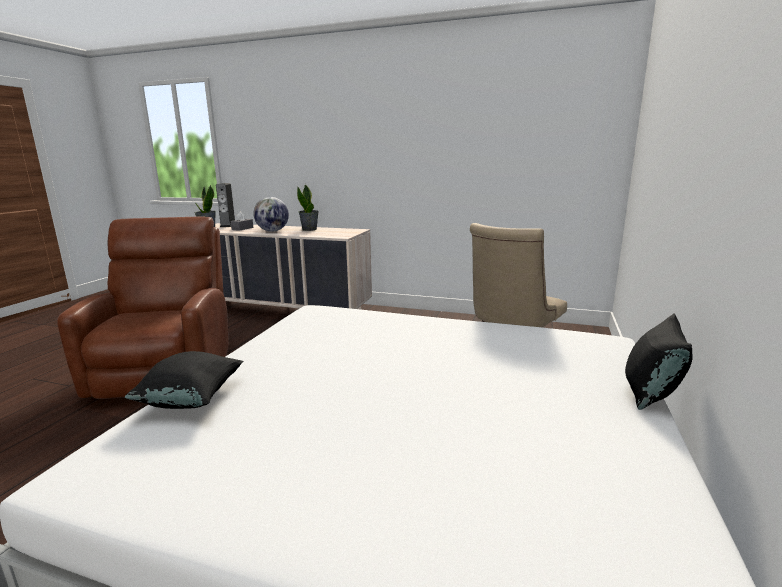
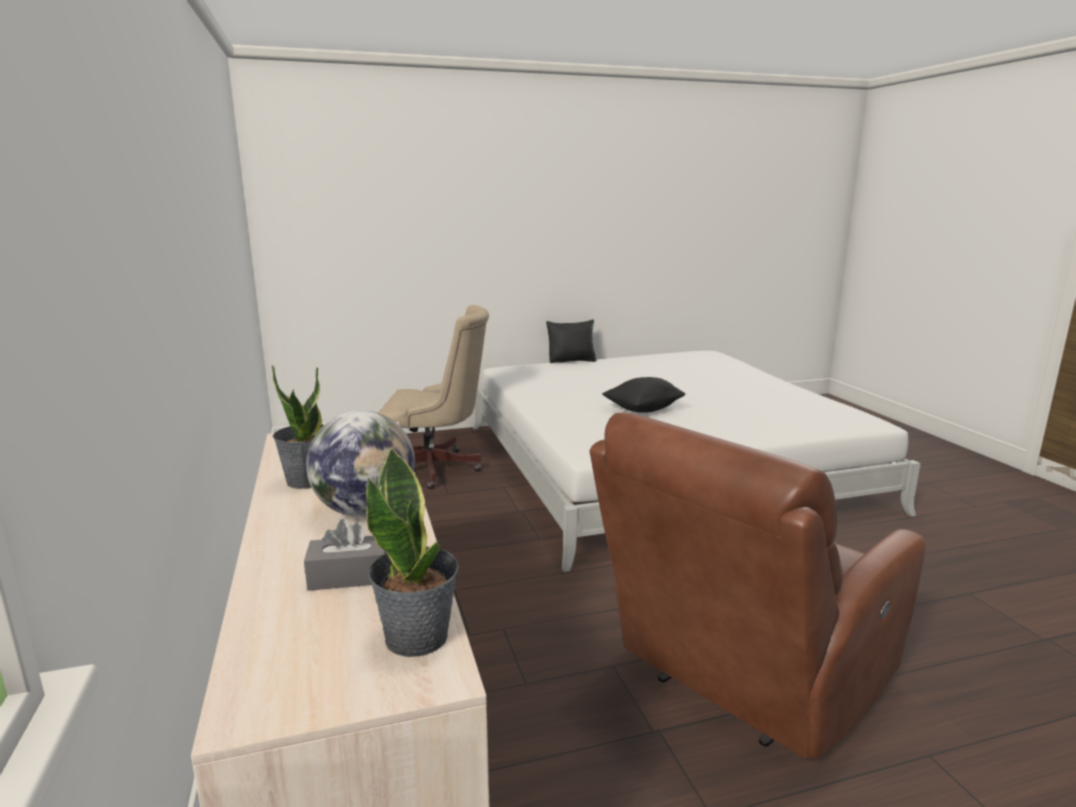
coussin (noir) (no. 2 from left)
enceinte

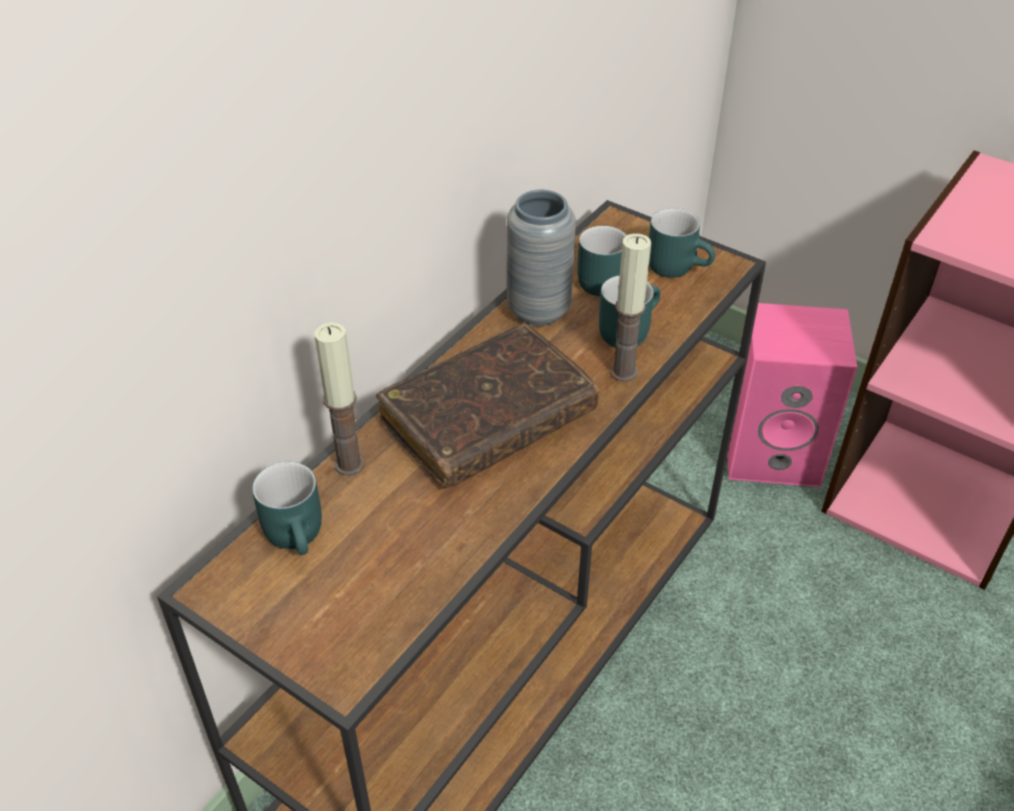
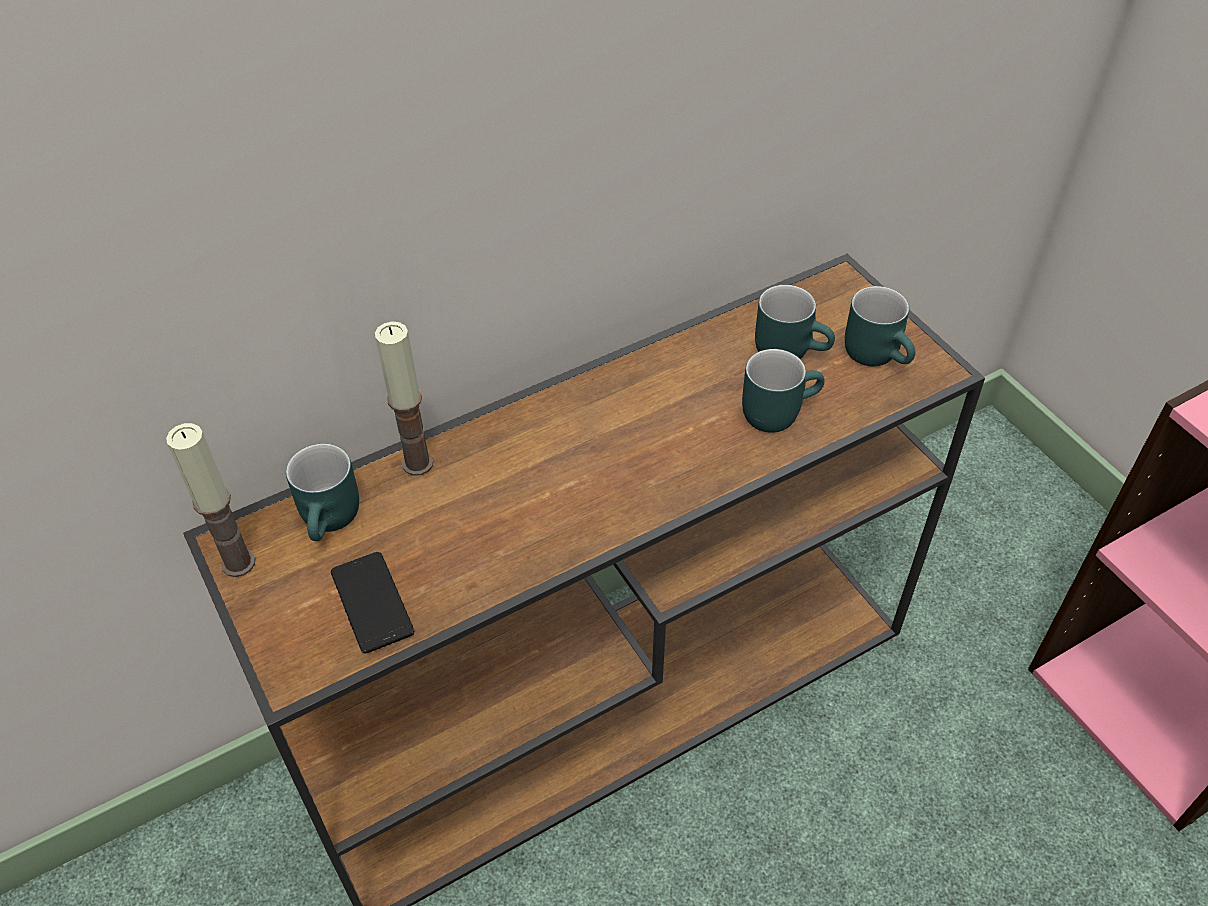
bougie (no. 1 from left)
téléphone
livre (marron)
vase (gris)
enceinte (rose)

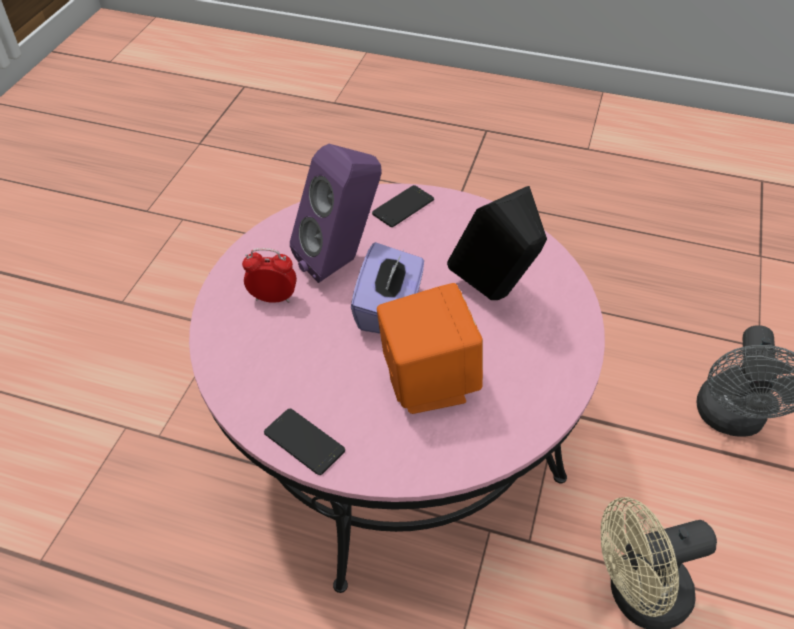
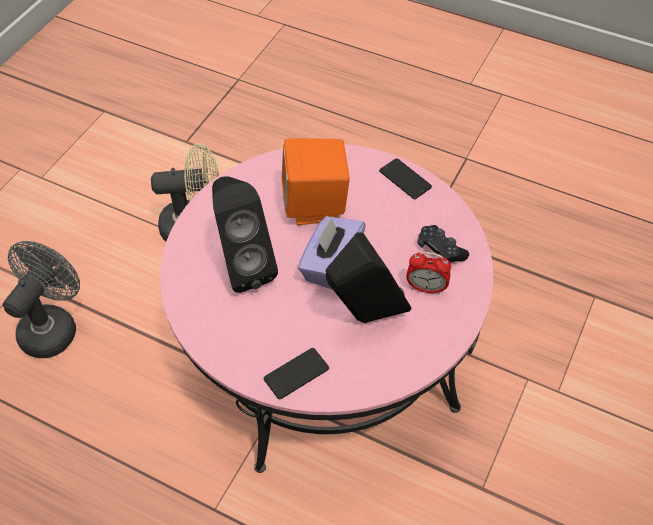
enceinte (noir) (no. 2 from left)
manette (noir)

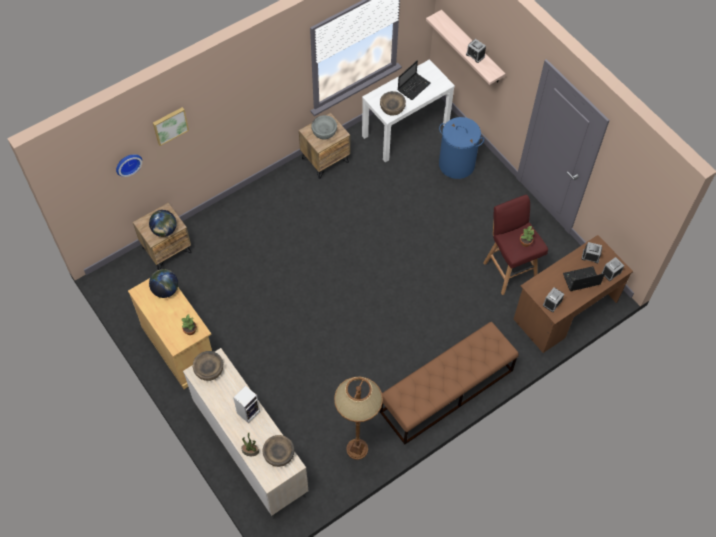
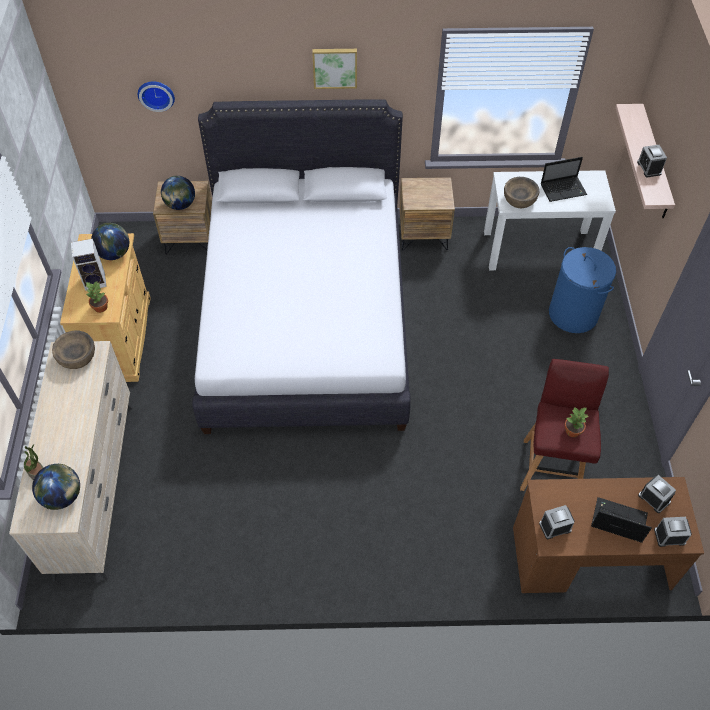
globe (no. 1 from left)
enceinte
lit (blanc)
tableau
bol (gris)
lampadaire (marron)
banc (marron)

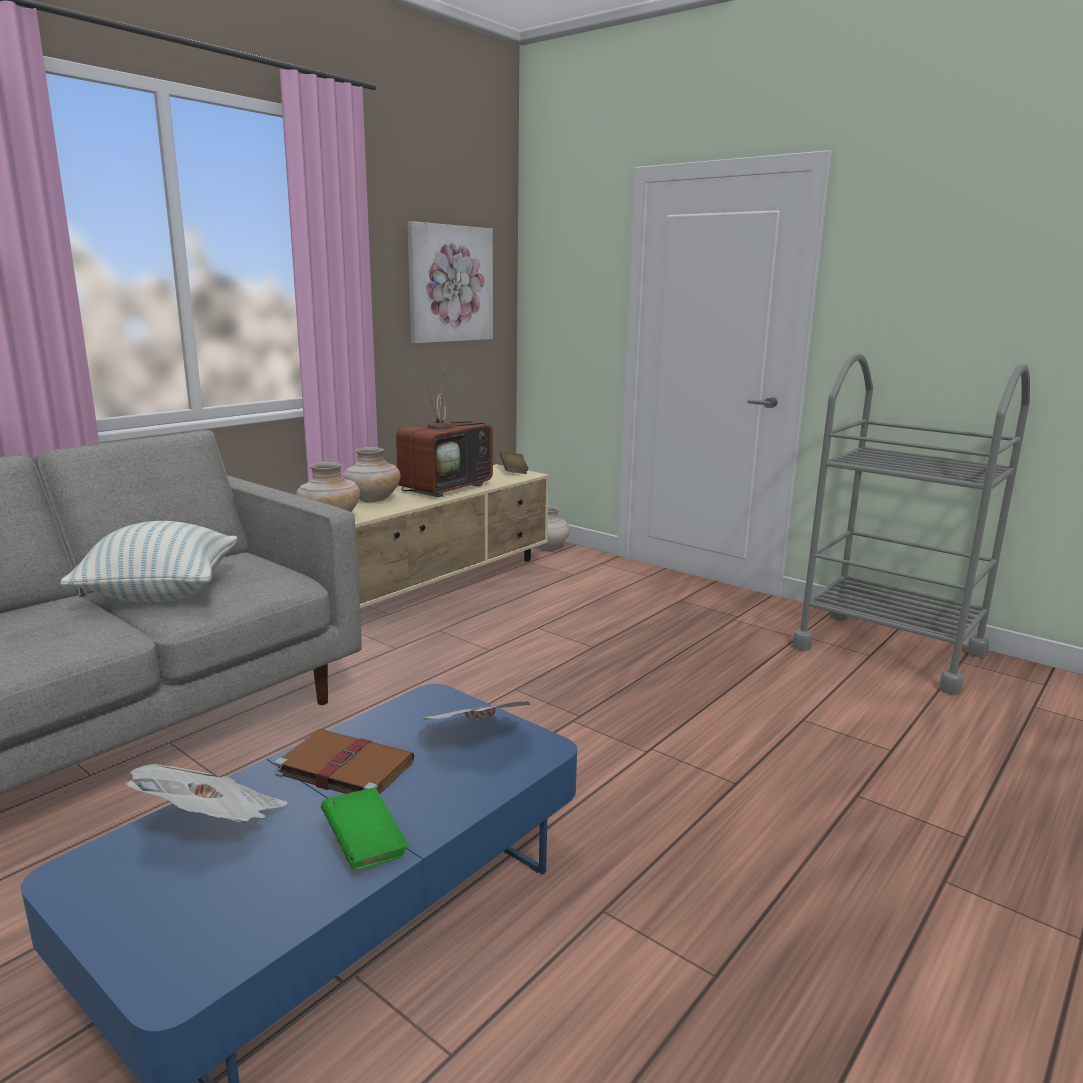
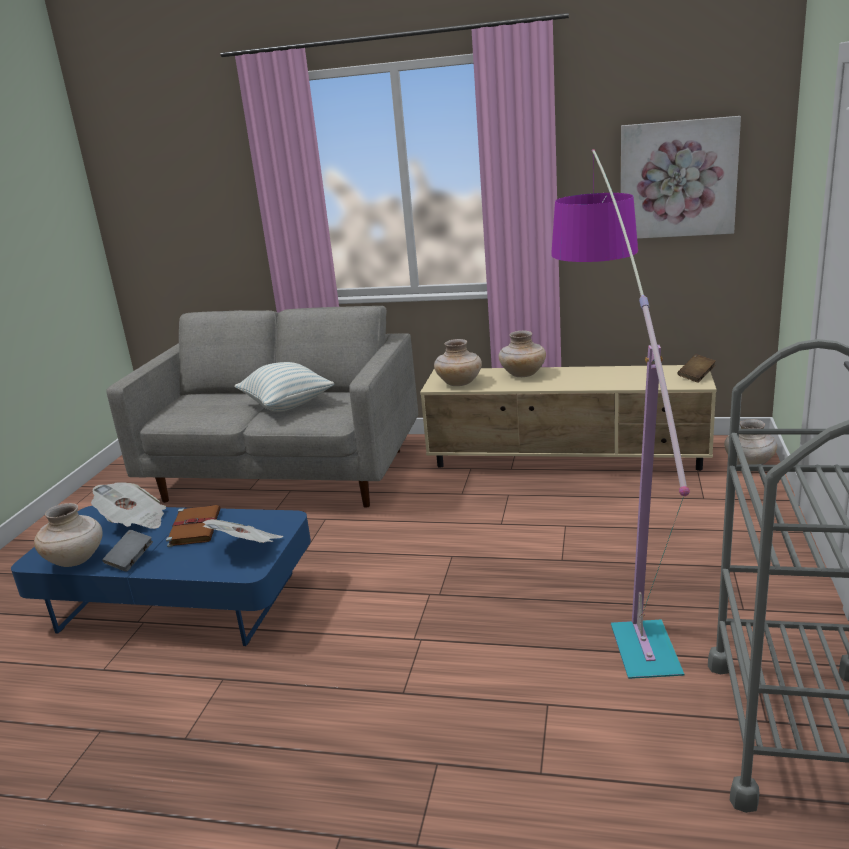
vase (beige) (no. 1 from left)
livre (gris)
lampadaire
téléviseur

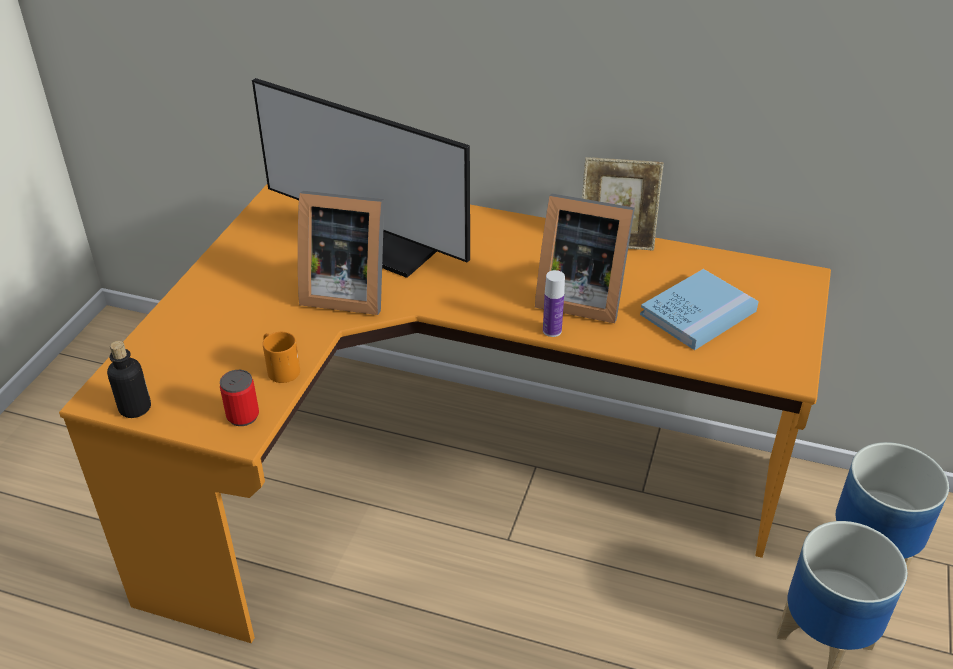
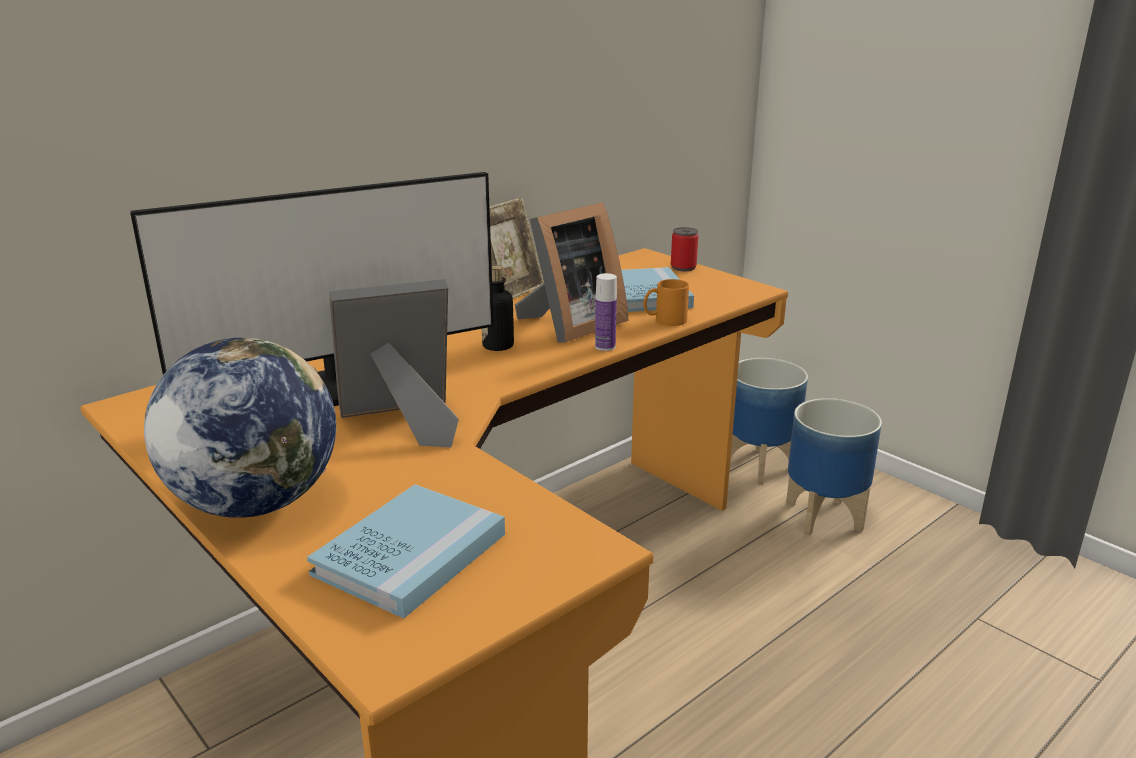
globe
livre (bleu) (no. 1 from left)
cadre photo (no. 1 from left)
bouteille (no. 1 from left)
mug (orange)
boîte métallique

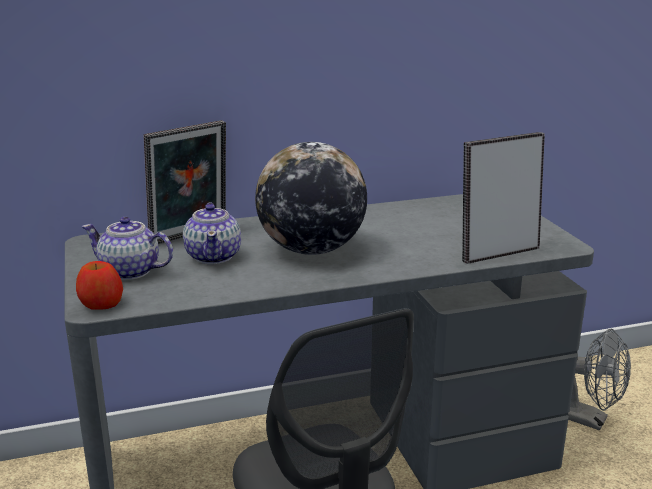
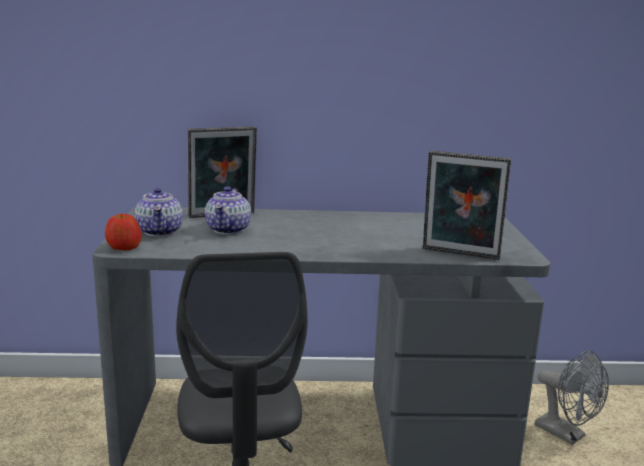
théière (no. 1 from left)
cadre photo (no. 2 from left)
globe

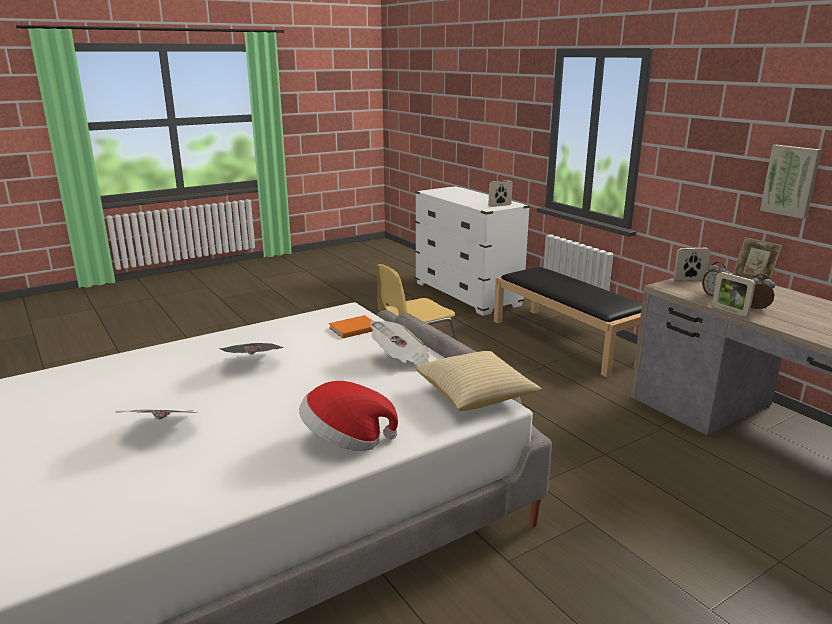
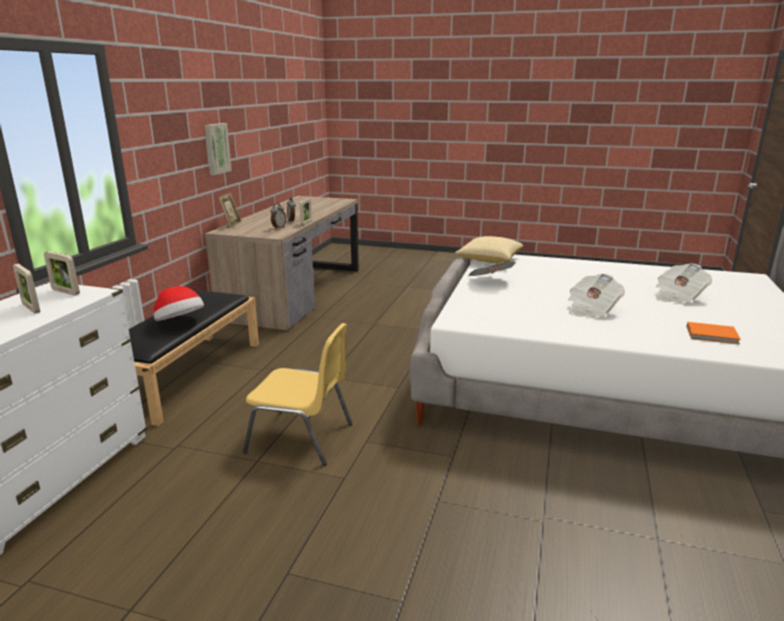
cadre photo (no. 1 from left)
chapeau
livre (orange)

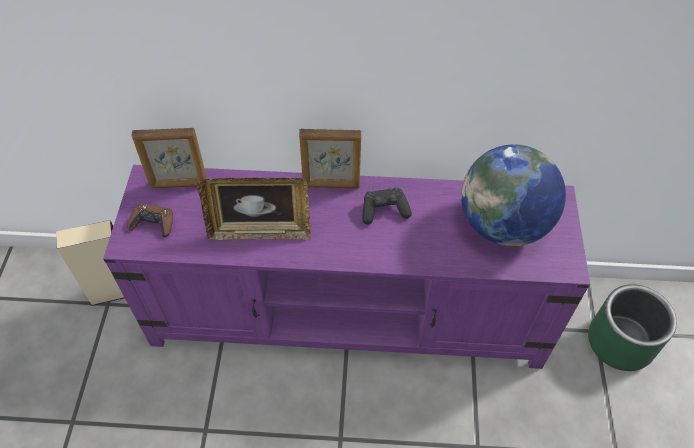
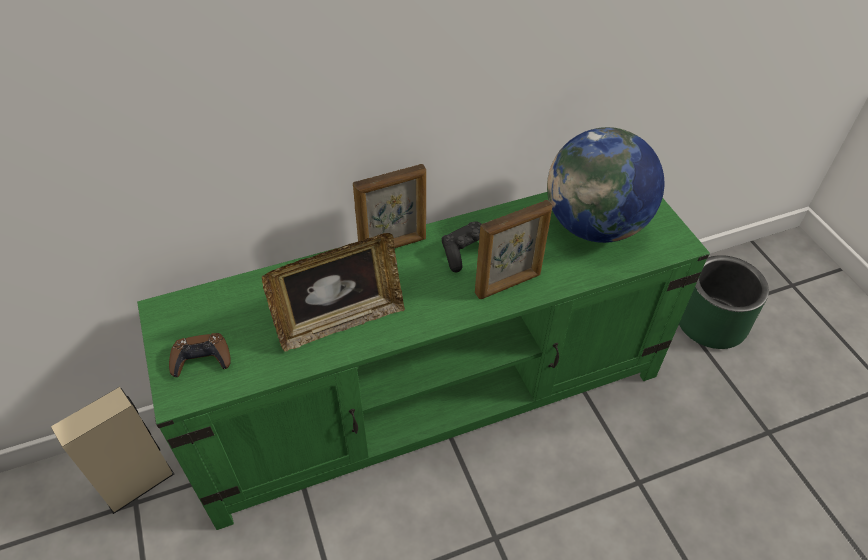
meuble télé (vert)
cadre photo (no. 3 from left)

